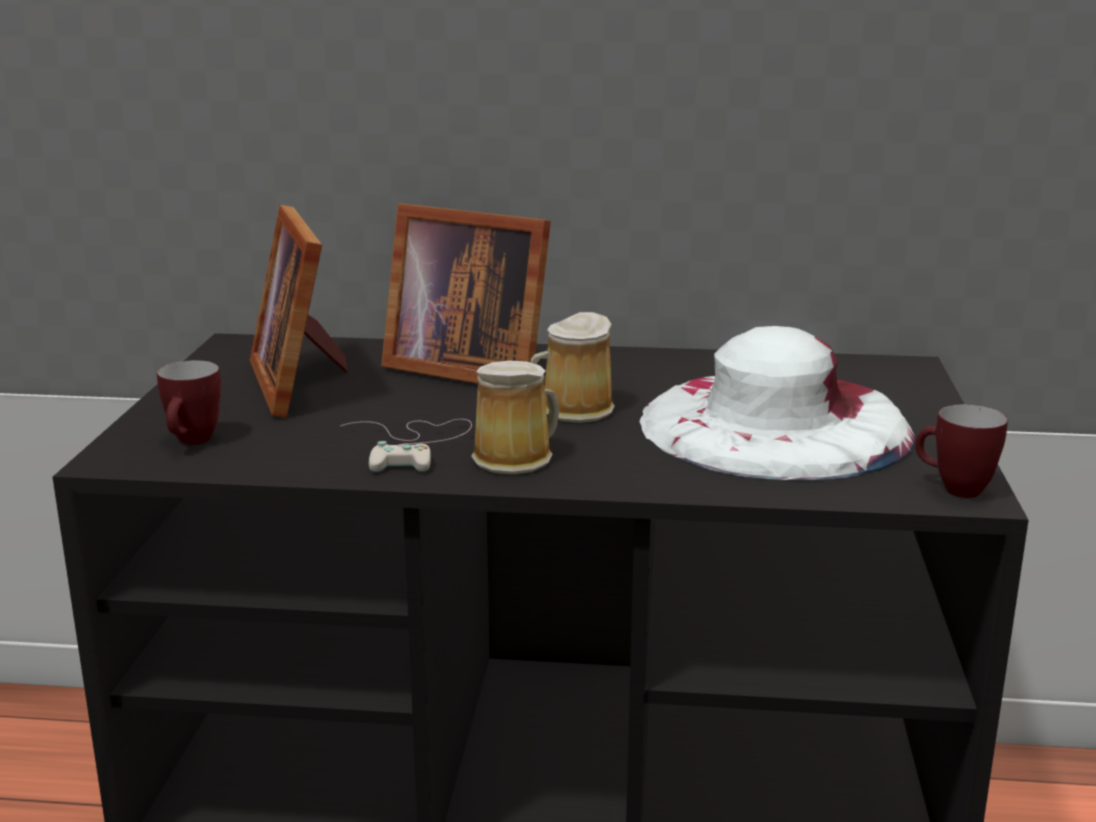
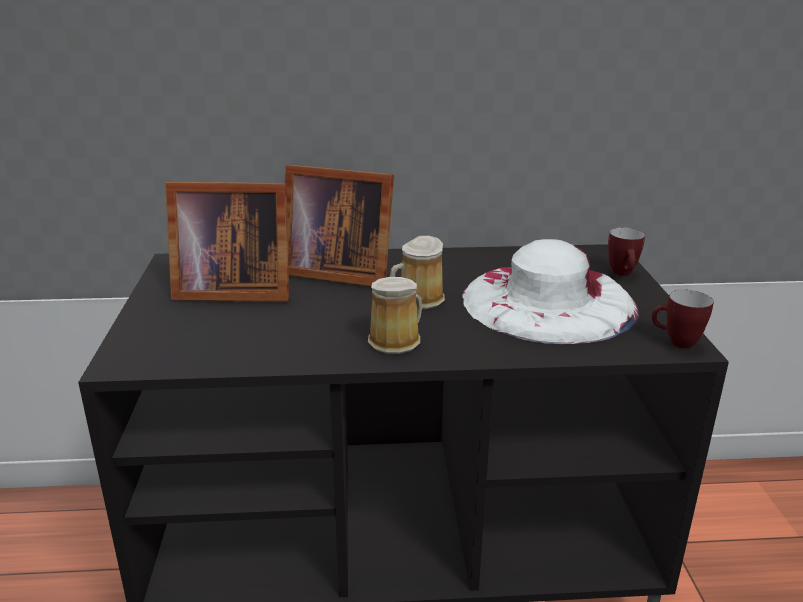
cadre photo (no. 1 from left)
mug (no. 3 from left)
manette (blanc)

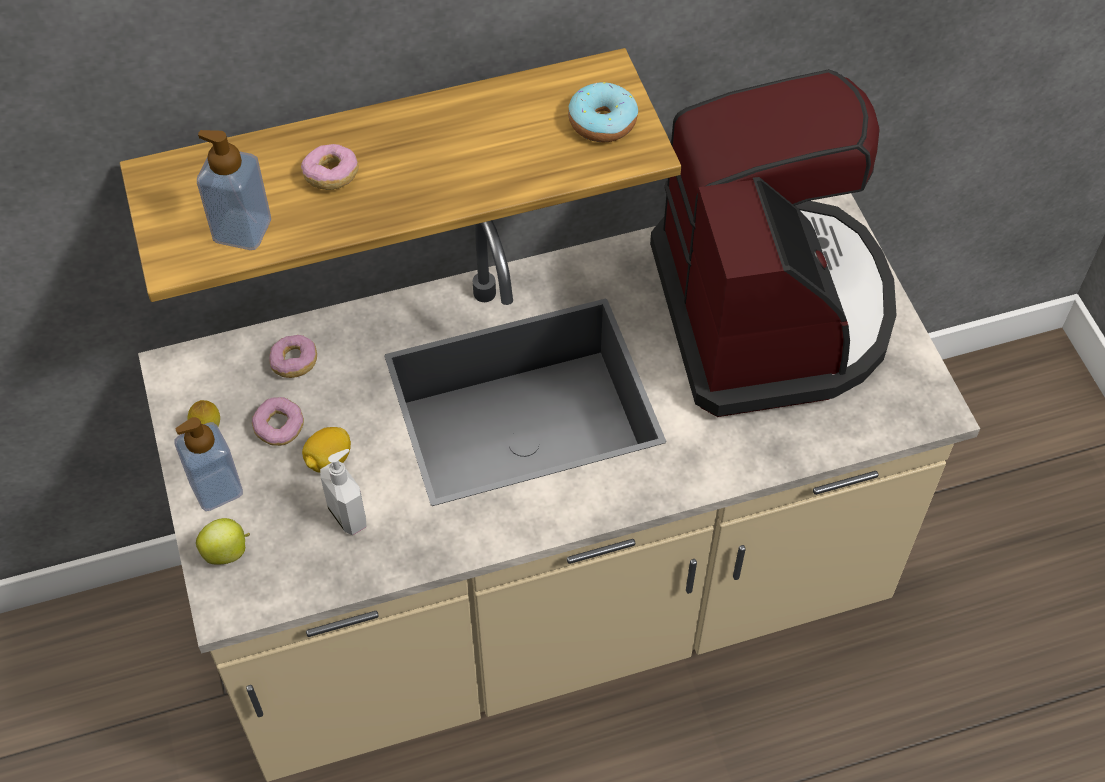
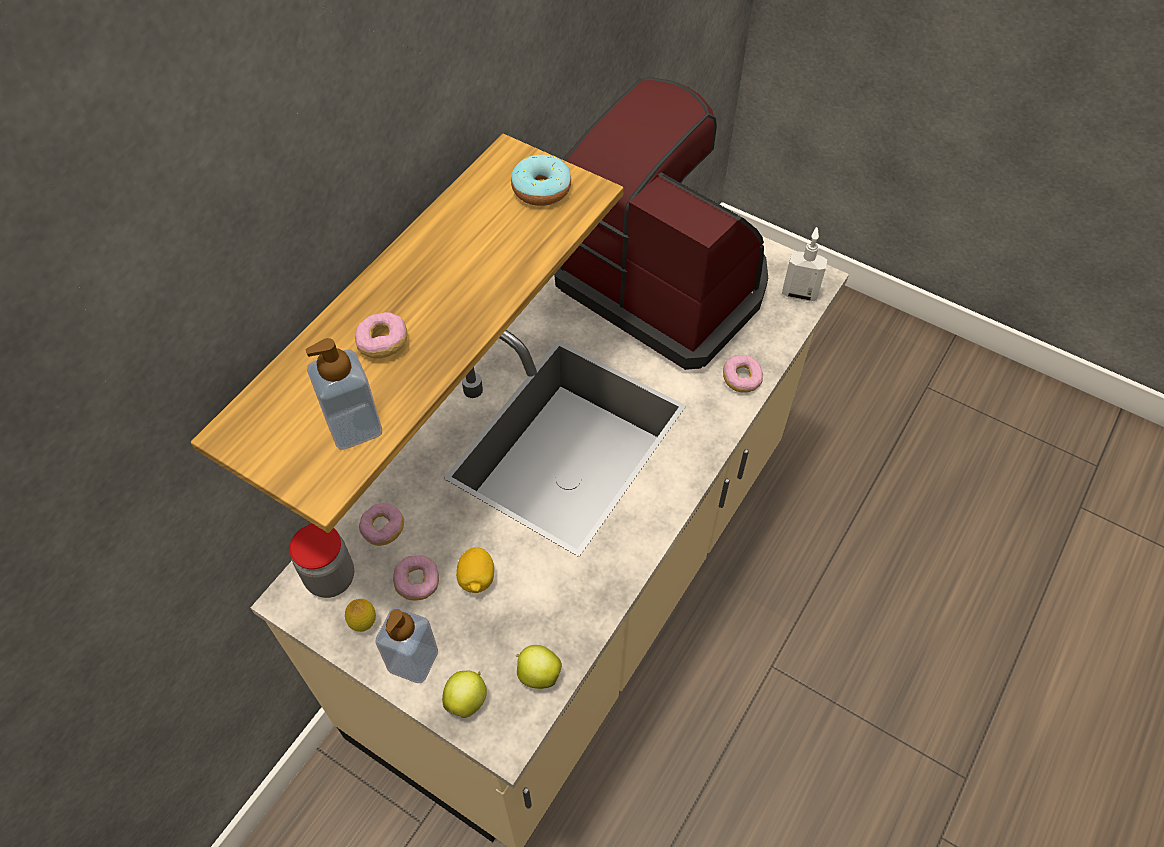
bocal
pomme (no. 2 from left)
beignet (no. 5 from left)
distributeur de savon (no. 3 from left)

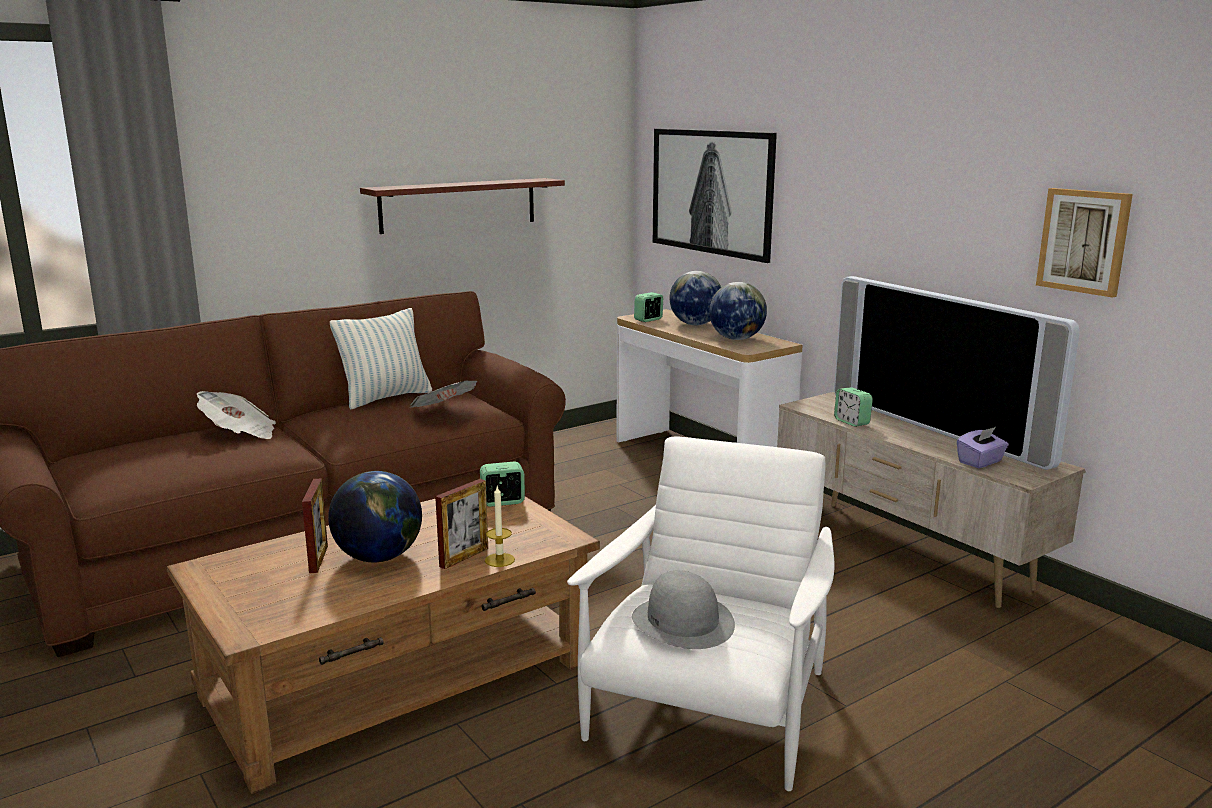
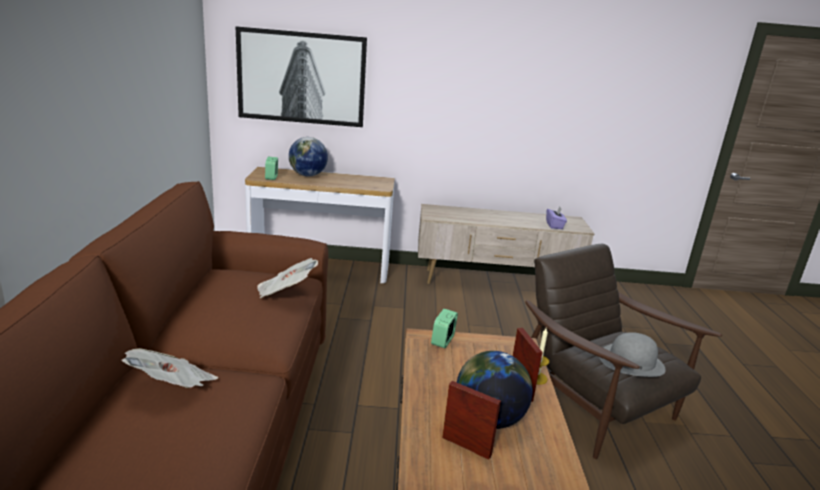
fauteuil (marron)
coussin
étagère
globe (no. 3 from left in the first image)
téléviseur
réveil (no. 3 from left in the first image)
tableau (no. 2 from left in the first image)

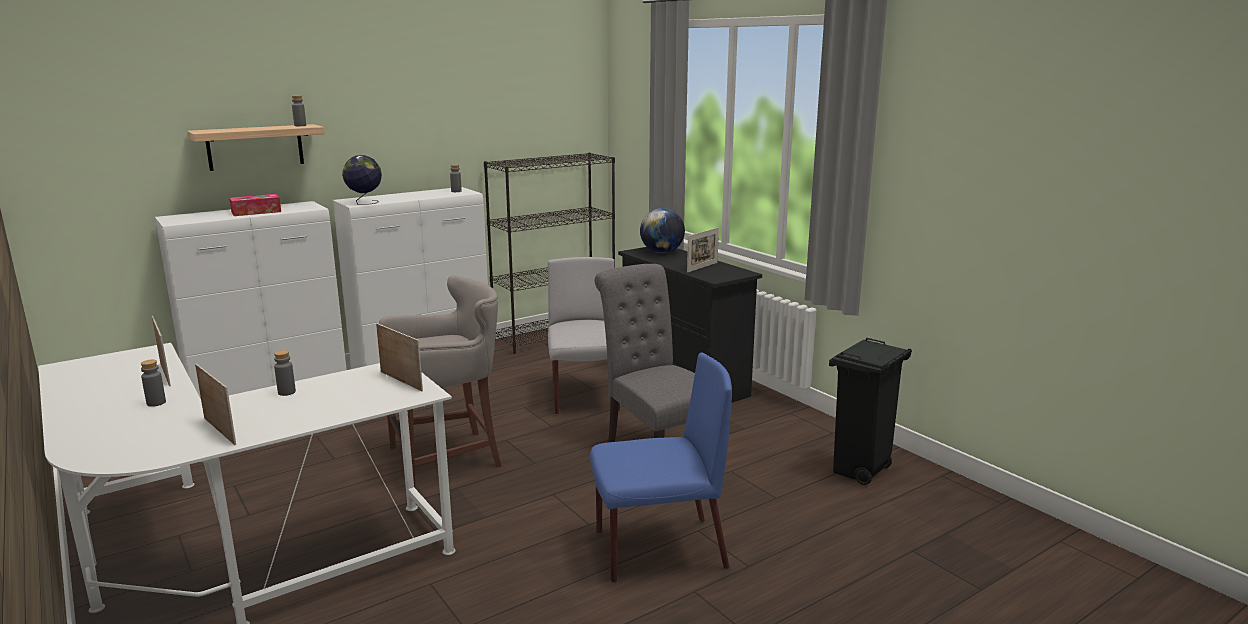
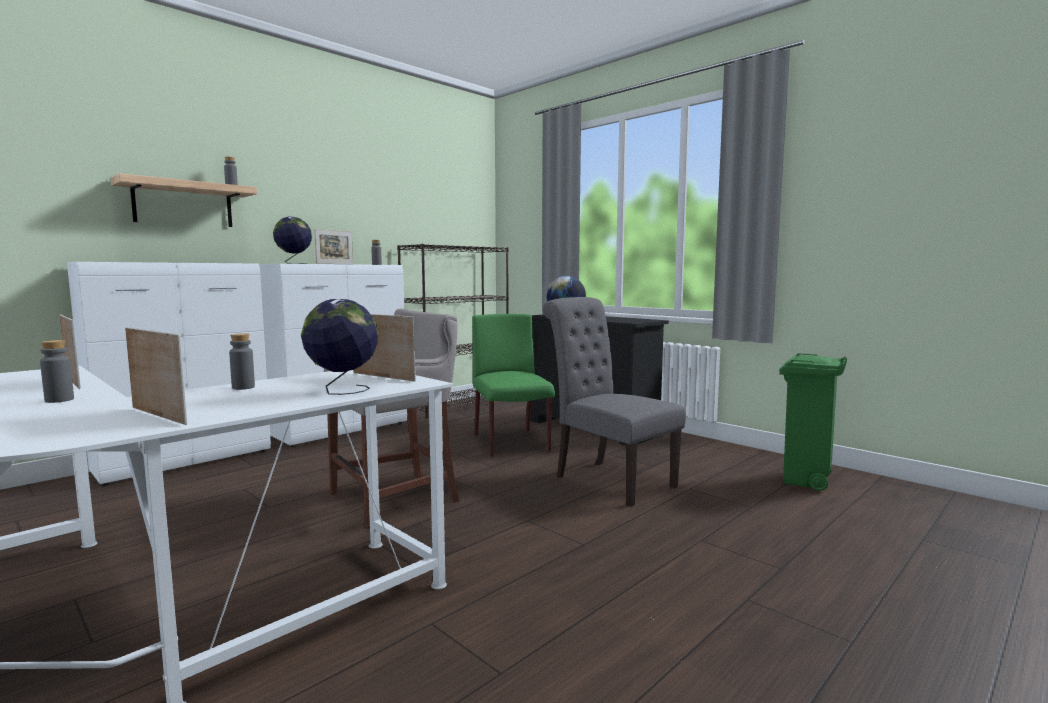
globe (no. 2 from left)
cadre photo (no. 3 from left)
chaise (vert)
poubelle (vert)
boîte à mouchoirs
chaise (bleu)

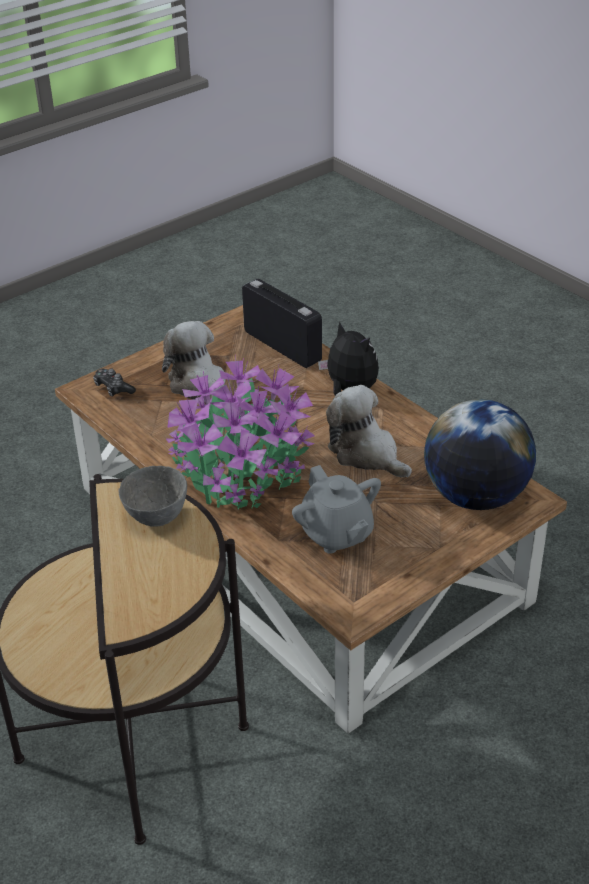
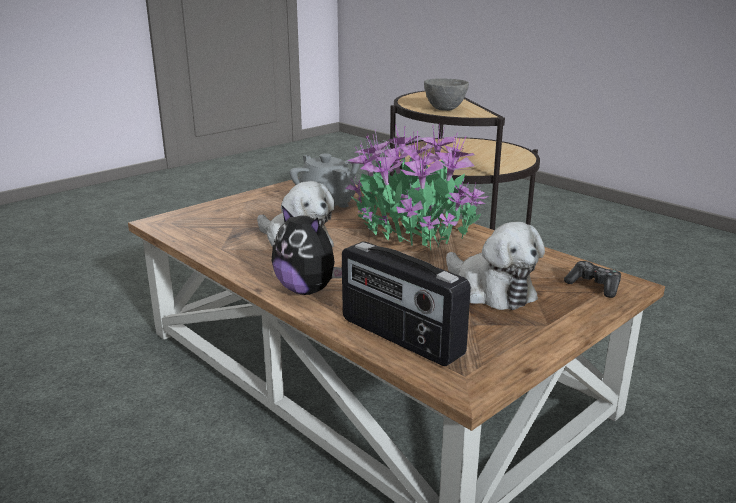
globe

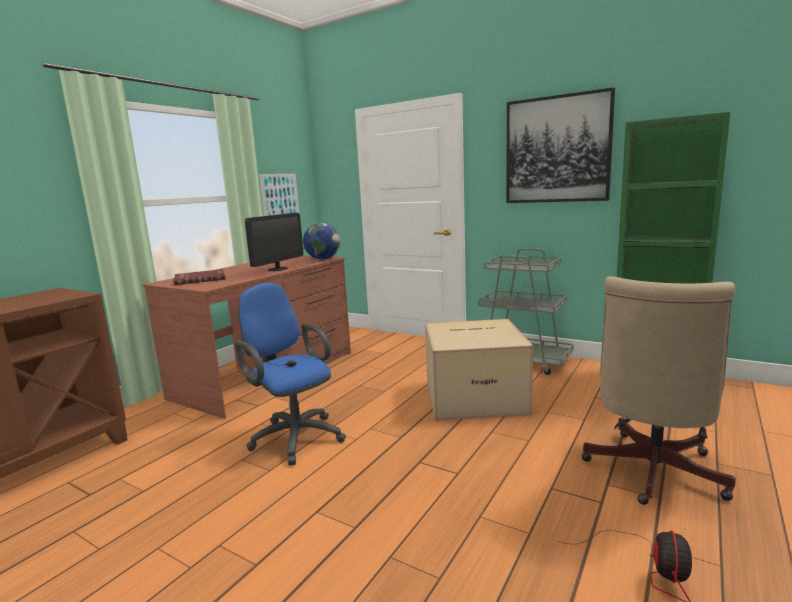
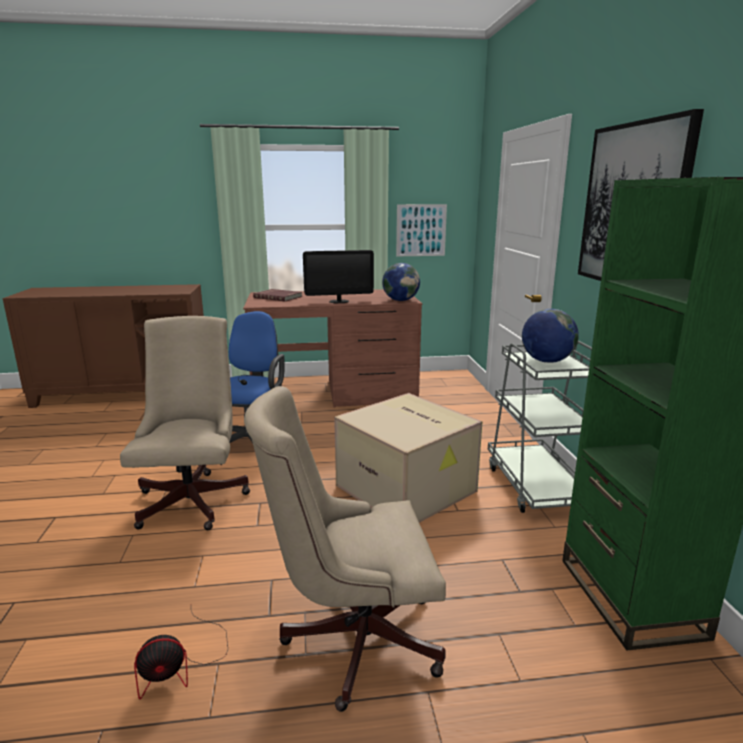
chaise de bureau (beige) (no. 1 from left)
globe (no. 2 from left)

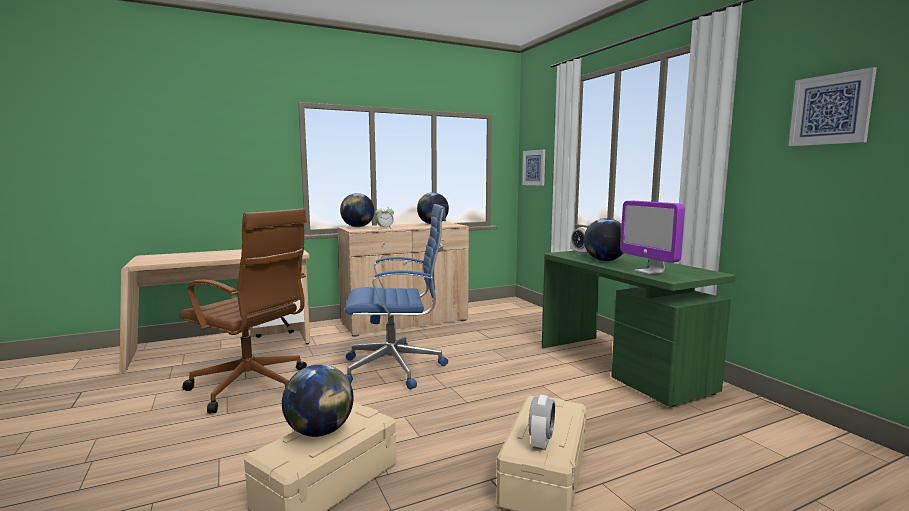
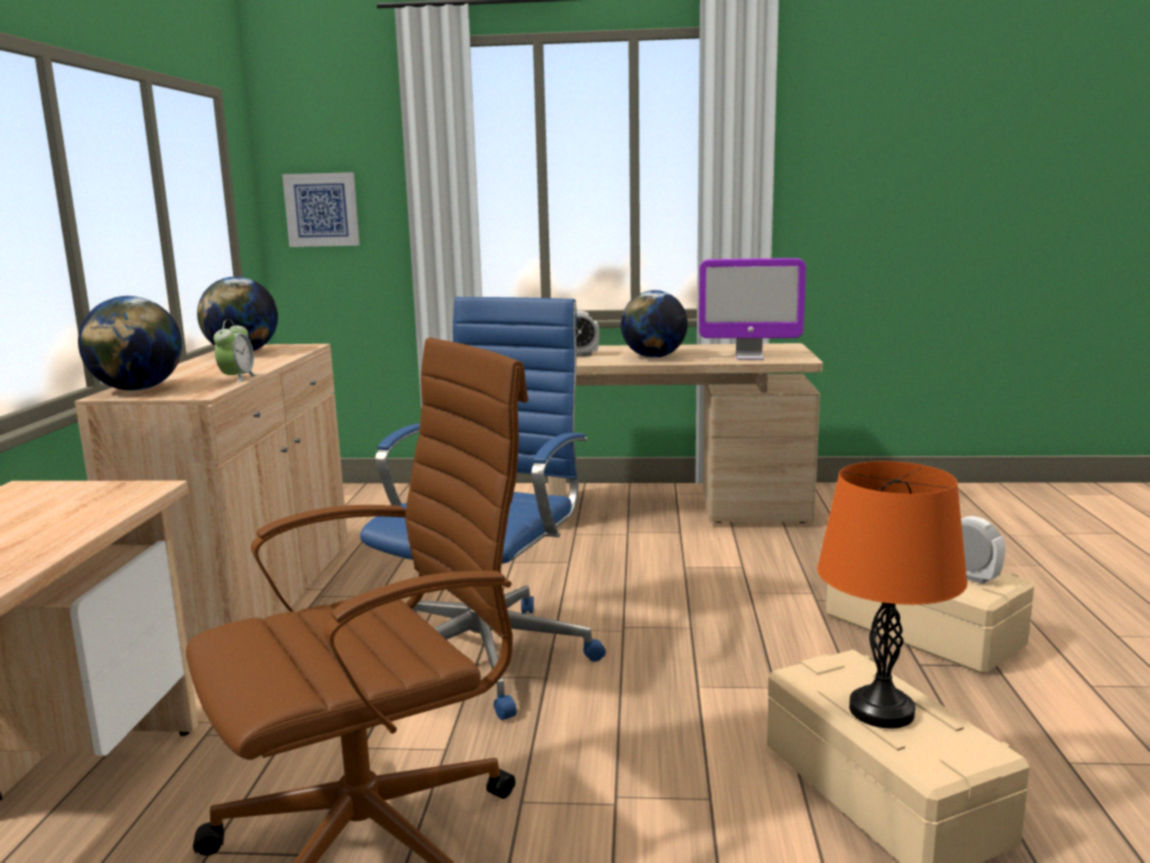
bureau (beige) (no. 2 from left)
lampe de table (orange)
tableau (no. 2 from left in the first image)

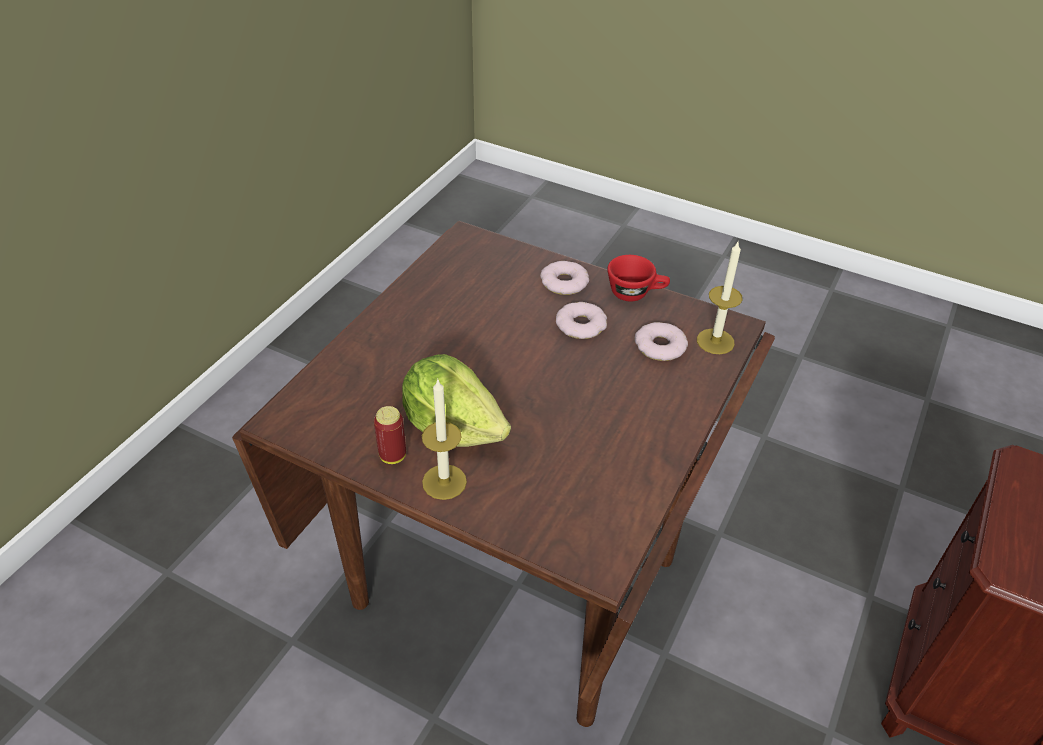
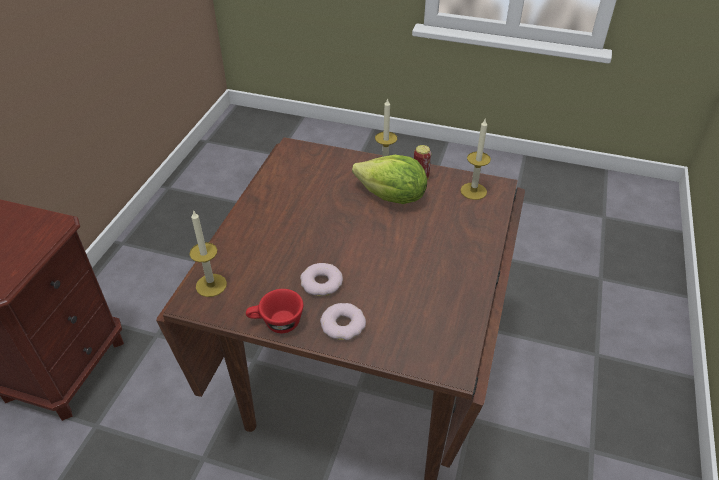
bougie (no. 3 from left)
beignet (no. 3 from left in the first image)

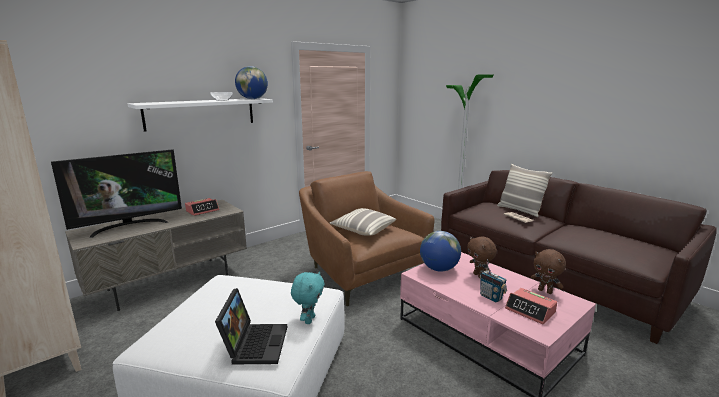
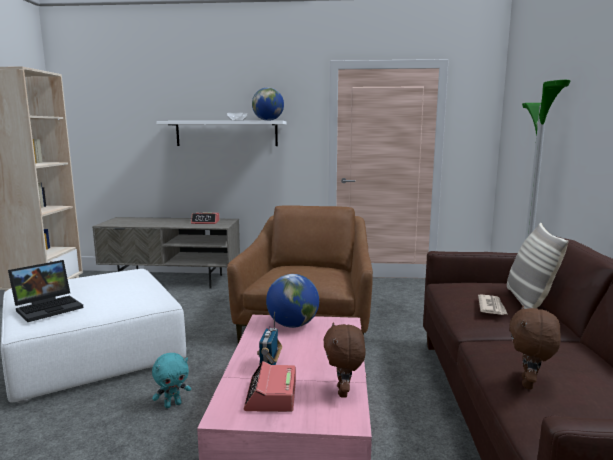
peluche (turquoise)
peluche (marron) (no. 2 from left)
téléviseur
coussin (no. 1 from left in the first image)

